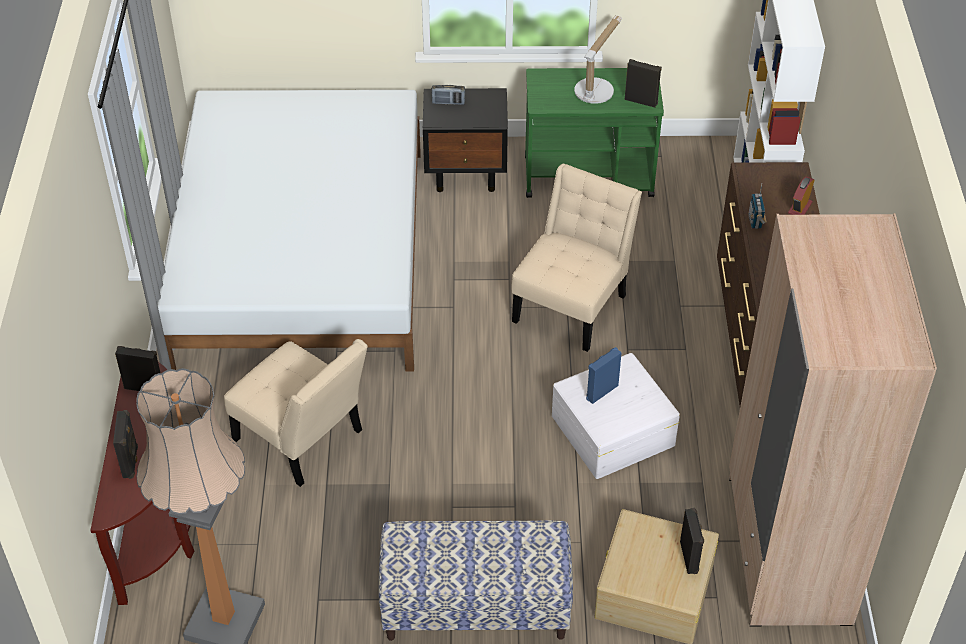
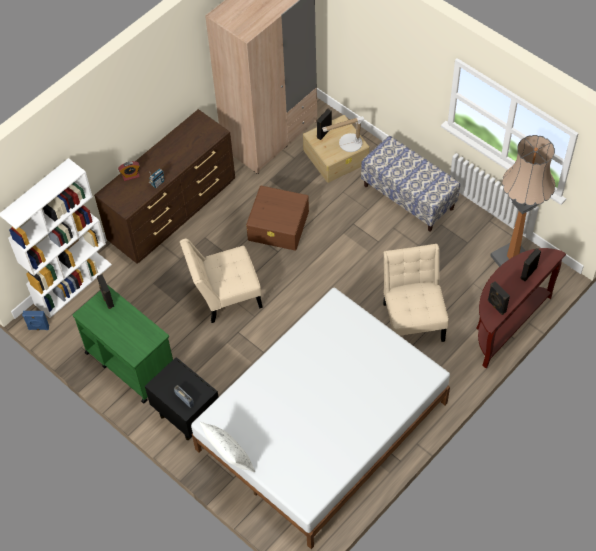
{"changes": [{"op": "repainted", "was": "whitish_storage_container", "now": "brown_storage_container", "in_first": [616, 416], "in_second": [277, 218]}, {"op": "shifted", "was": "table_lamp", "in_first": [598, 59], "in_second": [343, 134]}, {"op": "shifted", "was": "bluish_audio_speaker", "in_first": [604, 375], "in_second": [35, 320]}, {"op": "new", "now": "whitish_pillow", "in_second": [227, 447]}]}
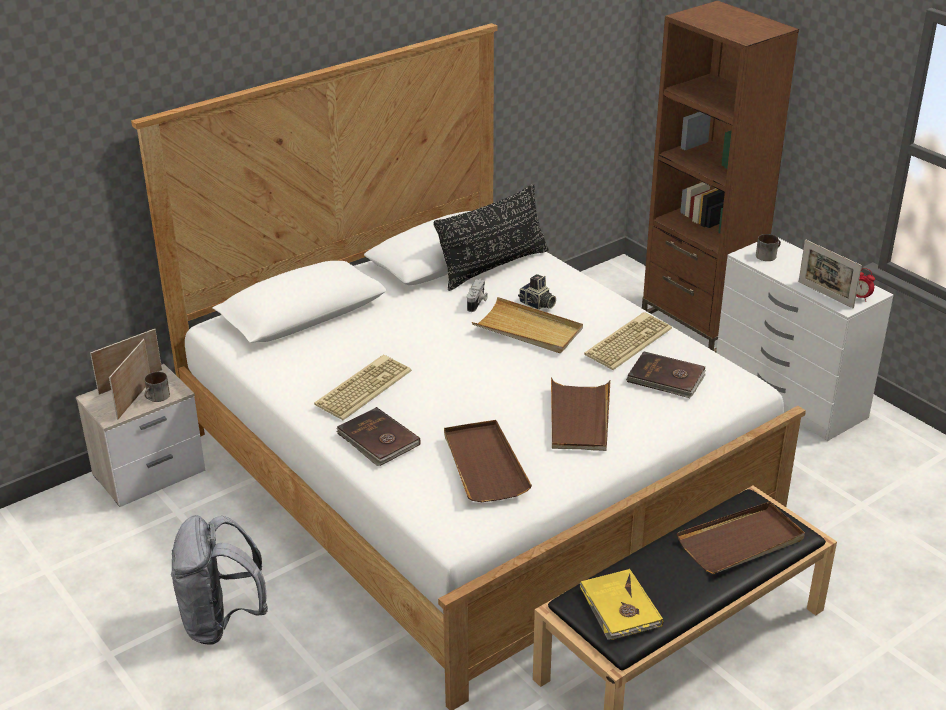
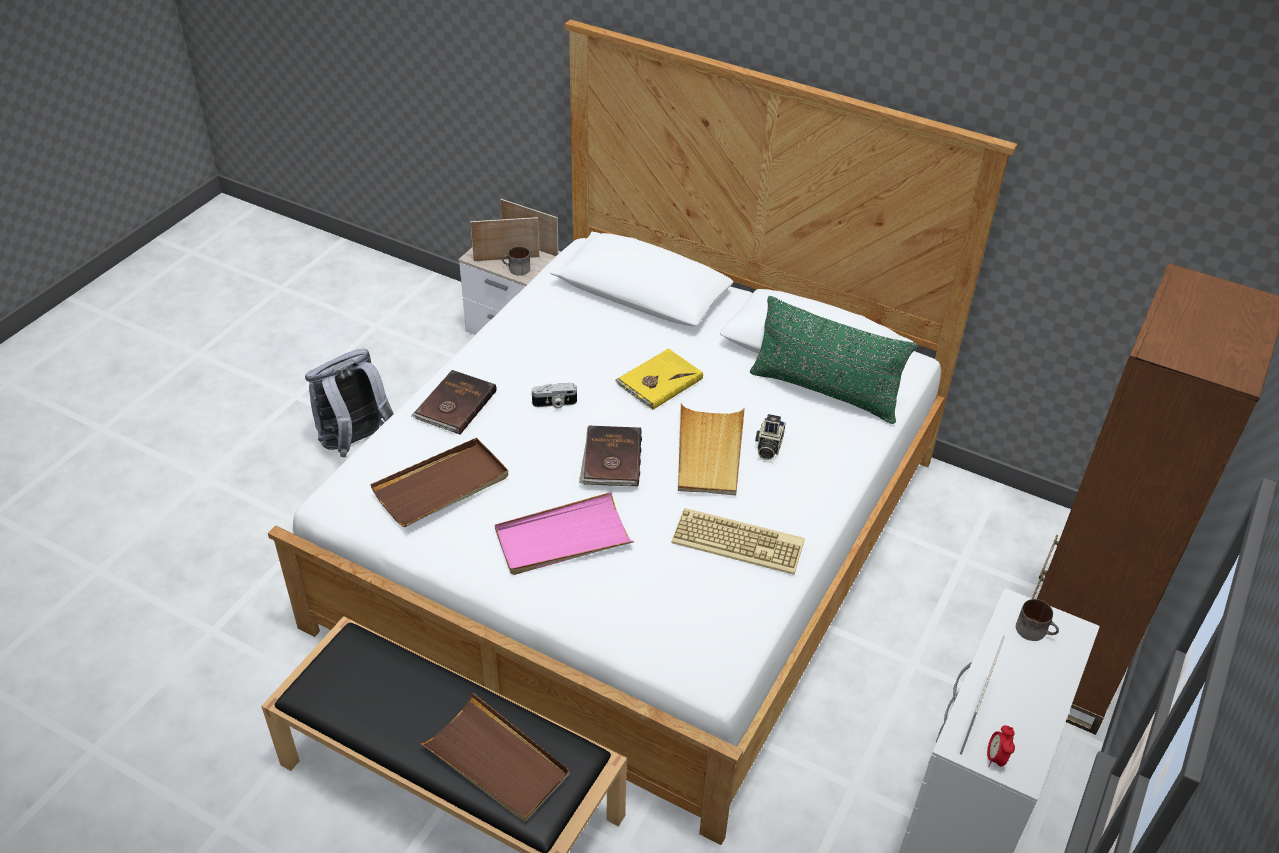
{"changes": [{"op": "gone", "was": "keyboard", "in_first": [363, 387]}, {"op": "repainted", "was": "black_pillow", "now": "greenish_pillow", "in_first": [491, 237], "in_second": [833, 360]}, {"op": "shifted", "was": "still_camera", "in_first": [477, 295], "in_second": [554, 396]}, {"op": "repainted", "was": "brown_carrying_tray", "now": "pinkish_carrying_tray", "in_first": [581, 414], "in_second": [564, 533]}, {"op": "shifted", "was": "yellowish_bound_book", "in_first": [621, 604], "in_second": [659, 379]}, {"op": "shifted", "was": "brown_bound_book", "in_first": [666, 374], "in_second": [610, 456]}]}
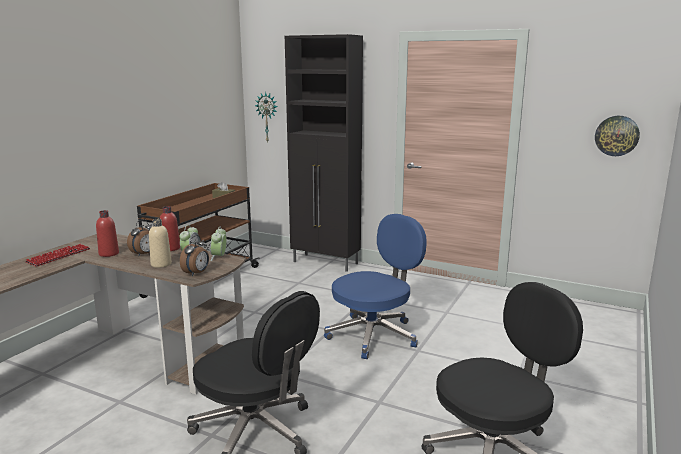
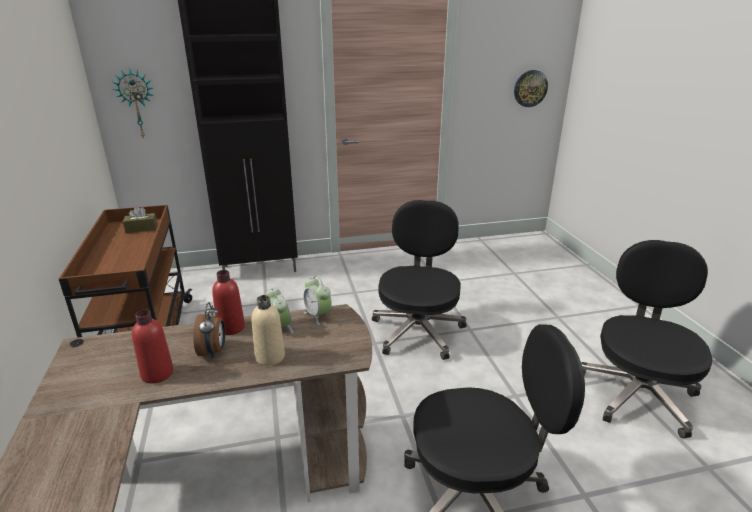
{"changes": [{"op": "gone", "was": "keyboard", "in_first": [57, 255]}, {"op": "gone", "was": "alarm_clock", "in_first": [194, 255]}, {"op": "repainted", "was": "bluish_computer_chair", "now": "black_computer_chair", "in_first": [375, 286], "in_second": [419, 280]}]}
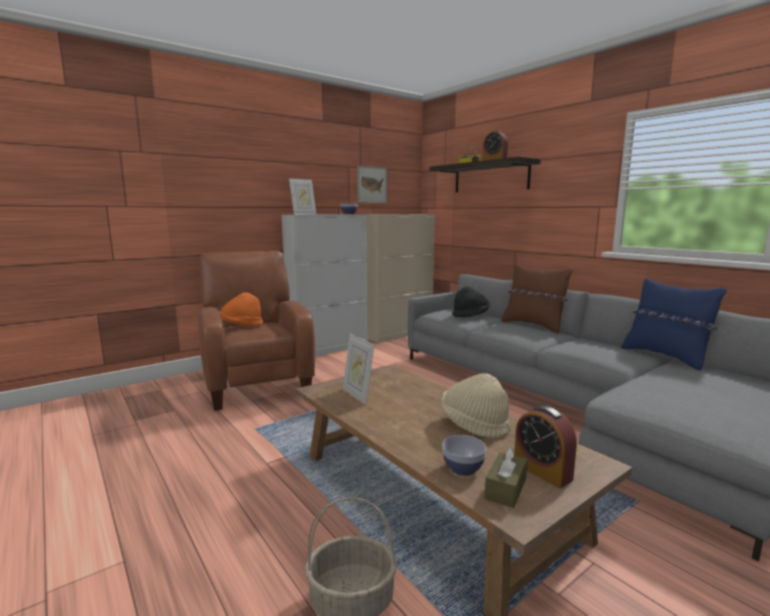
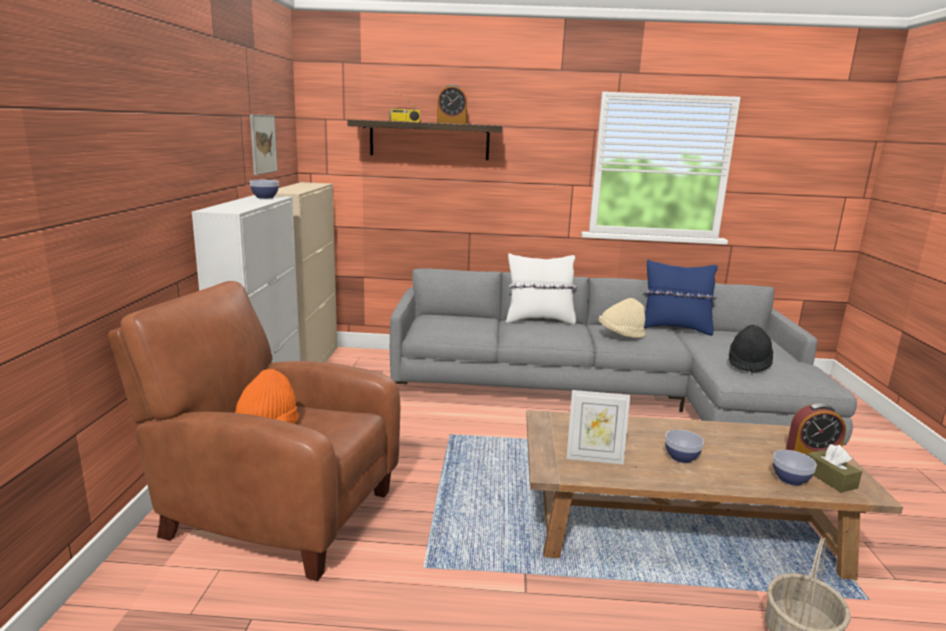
{"changes": [{"op": "gone", "was": "photo_frame", "in_first": [302, 196]}, {"op": "shifted", "was": "beige_hat", "in_first": [476, 406], "in_second": [622, 318]}, {"op": "shifted", "was": "black_hat", "in_first": [471, 301], "in_second": [751, 349]}, {"op": "repainted", "was": "brown_pillow", "now": "whitish_pillow", "in_first": [537, 298], "in_second": [541, 289]}, {"op": "new", "now": "serving_bowl", "in_second": [684, 446]}]}
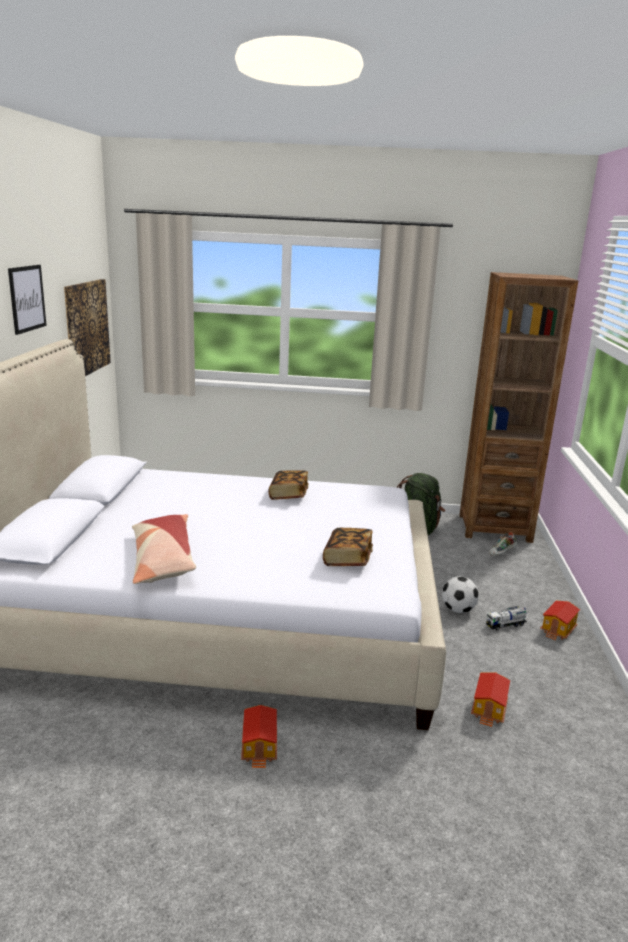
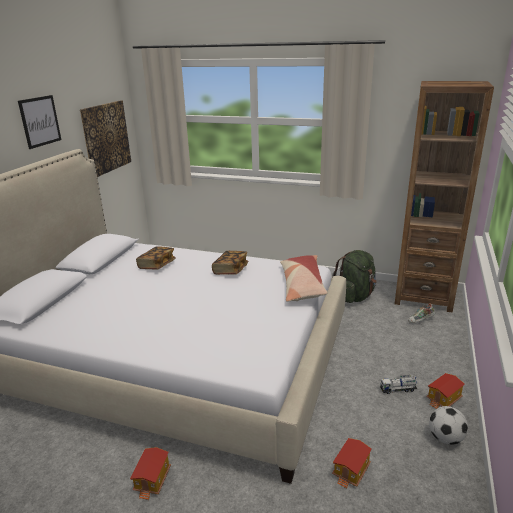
{"changes": [{"op": "shifted", "was": "pillow", "in_first": [164, 549], "in_second": [303, 278]}, {"op": "shifted", "was": "bound_book", "in_first": [348, 547], "in_second": [156, 258]}, {"op": "shifted", "was": "football_ball", "in_first": [460, 594], "in_second": [448, 425]}]}
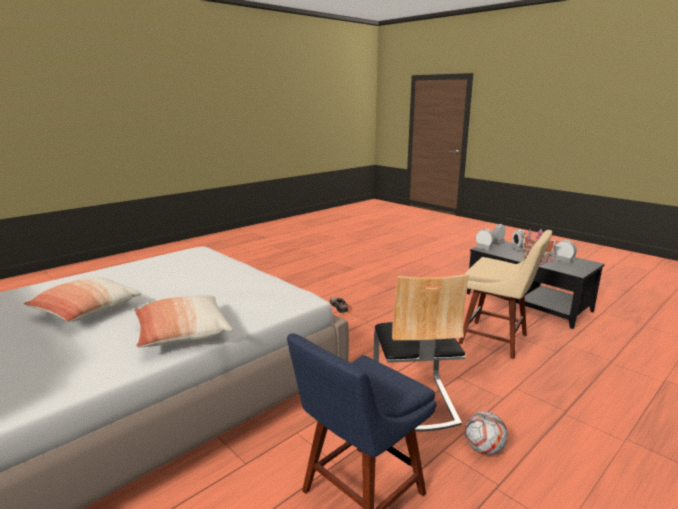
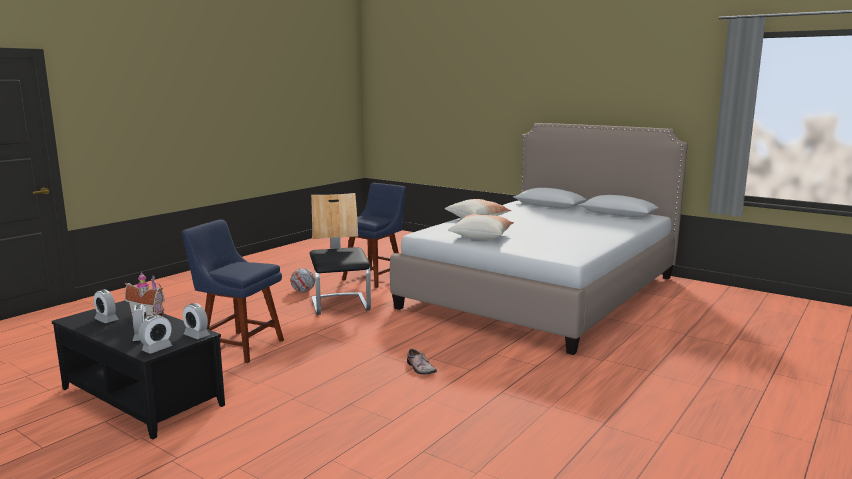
{"changes": [{"op": "shifted", "was": "pillow", "in_first": [82, 299], "in_second": [481, 226]}, {"op": "repainted", "was": "beige_upright_chair", "now": "bluish_upright_chair", "in_first": [505, 294], "in_second": [233, 291]}]}
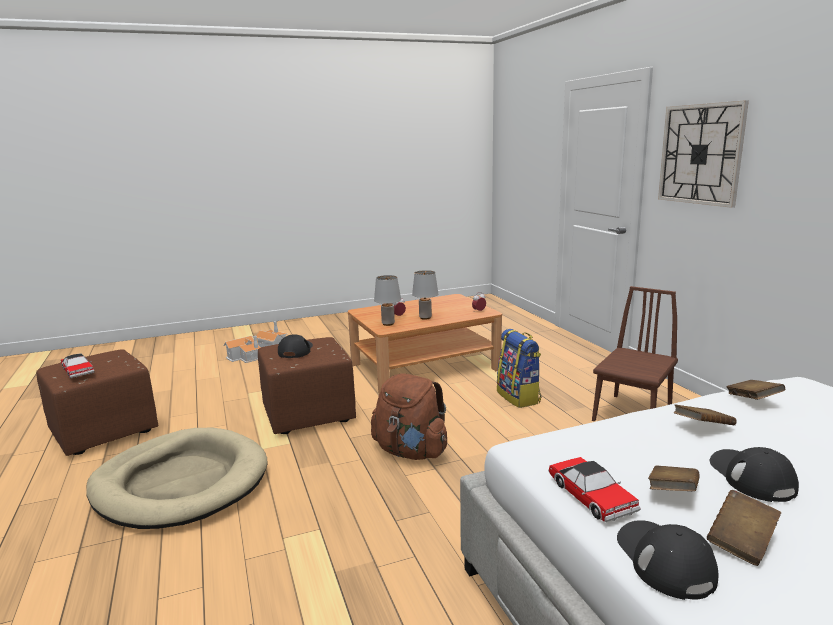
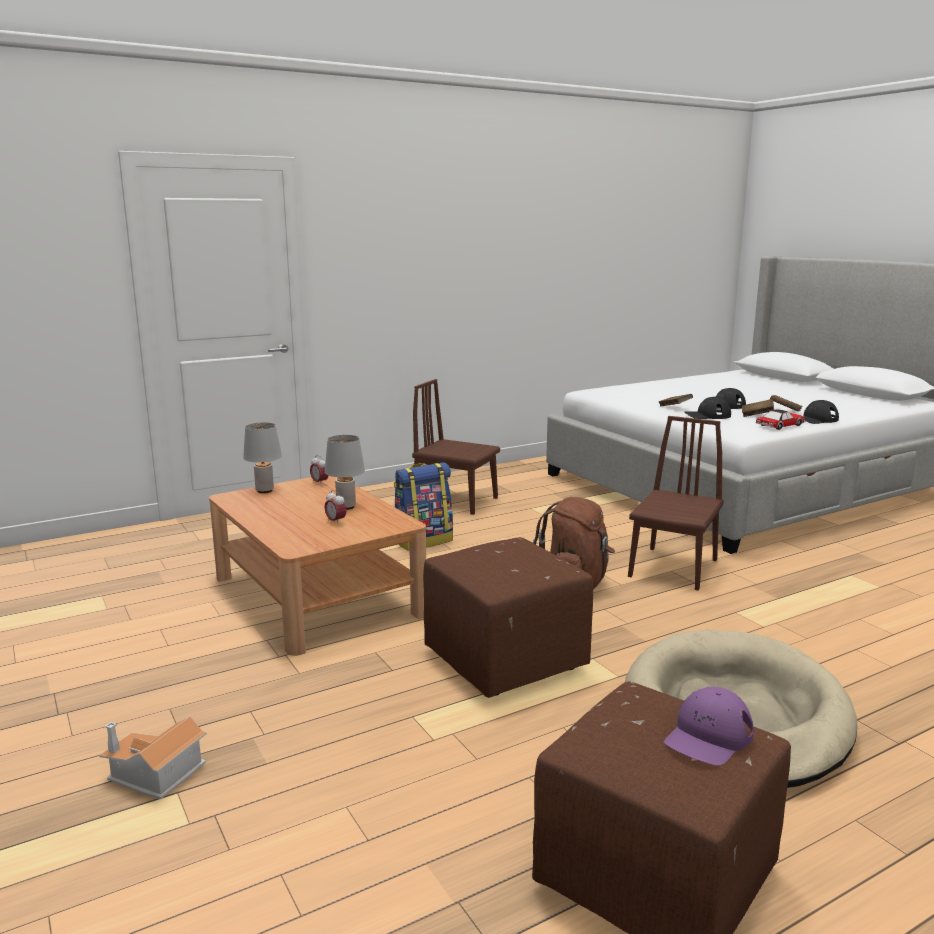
{"changes": [{"op": "swapped", "was": "miniature_car", "now": "purple-coloured_baseball_cap", "in_first": [78, 366], "in_second": [709, 726]}, {"op": "gone", "was": "model_house", "in_first": [242, 349]}, {"op": "shifted", "was": "black_baseball_cap", "in_first": [295, 346], "in_second": [707, 408]}, {"op": "shifted", "was": "grey_table_lamp", "in_first": [387, 300], "in_second": [262, 458]}, {"op": "gone", "was": "wall_clock", "in_first": [703, 154]}, {"op": "gone", "was": "brown_bound_book", "in_first": [755, 390]}, {"op": "new", "now": "brown_upright_chair", "in_second": [676, 503]}]}
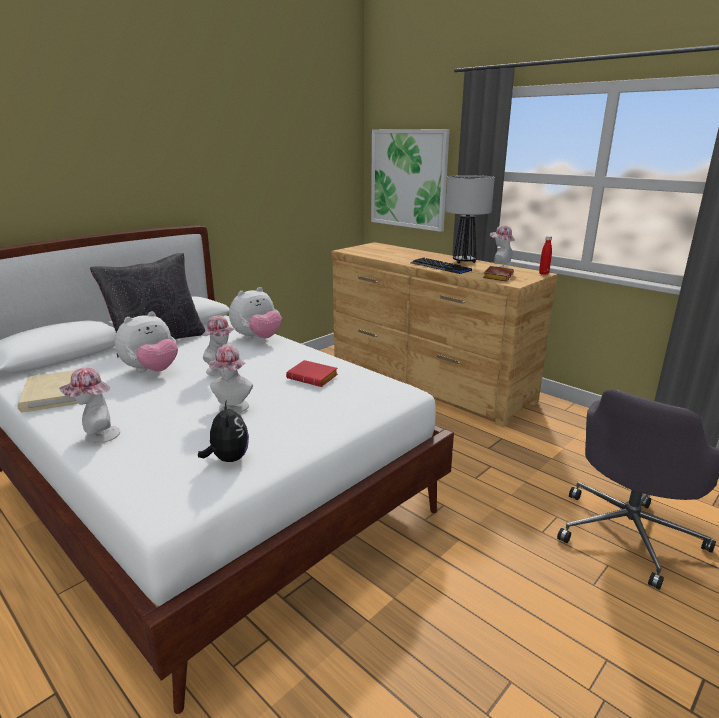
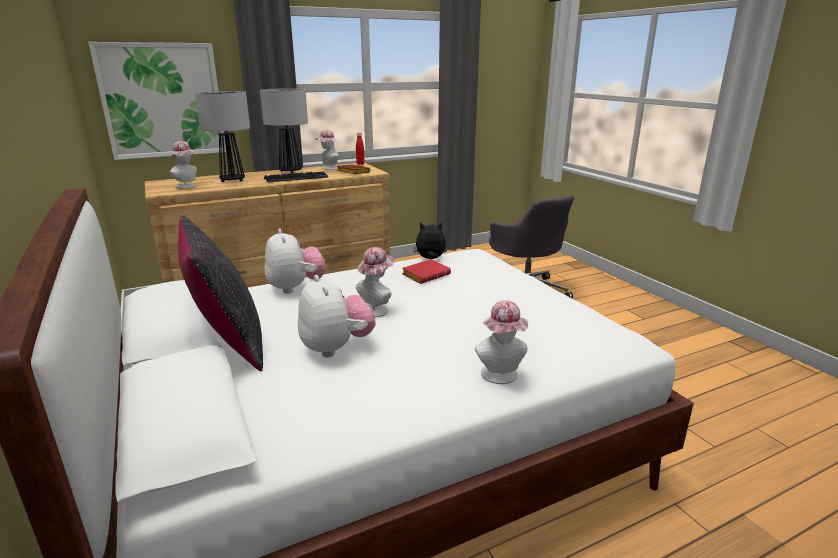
{"changes": [{"op": "gone", "was": "beige_bound_book", "in_first": [47, 391]}, {"op": "shifted", "was": "soft_toy", "in_first": [223, 431], "in_second": [429, 240]}, {"op": "shifted", "was": "hat", "in_first": [231, 379], "in_second": [183, 165]}, {"op": "new", "now": "table_lamp", "in_second": [222, 136]}]}
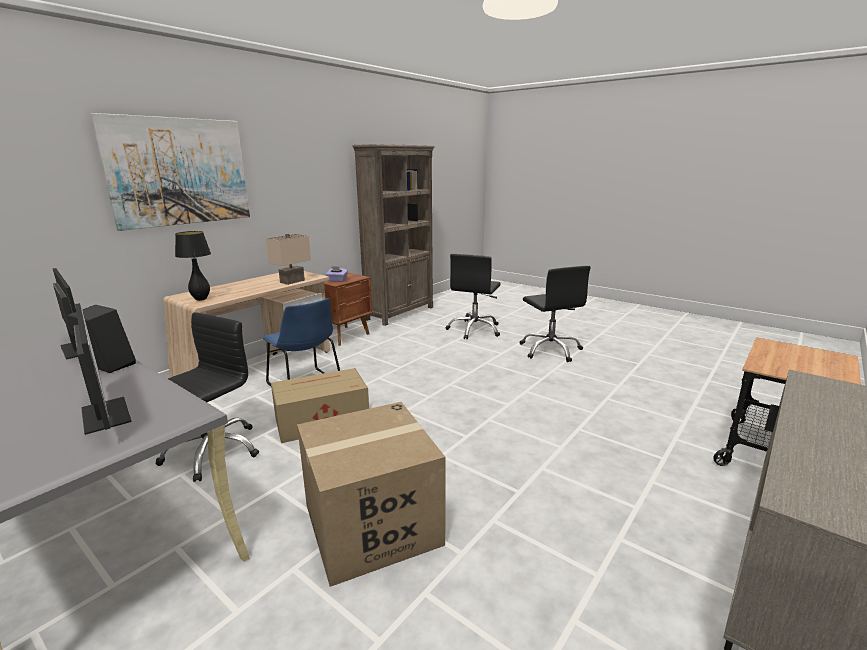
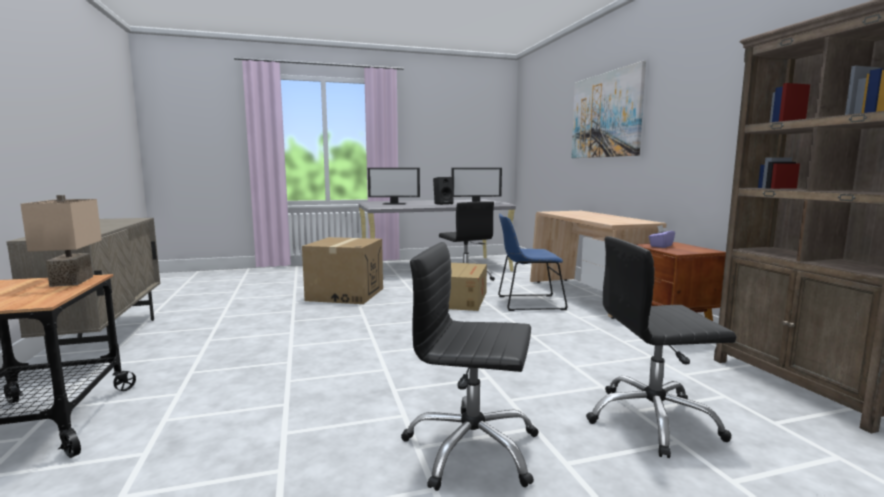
{"changes": [{"op": "gone", "was": "black_table_lamp", "in_first": [193, 266]}, {"op": "shifted", "was": "beige_table_lamp", "in_first": [288, 259], "in_second": [61, 241]}, {"op": "rotated", "was": "black_computer_chair", "in_first": [473, 297], "in_second": [661, 347], "clockwise": -60}]}
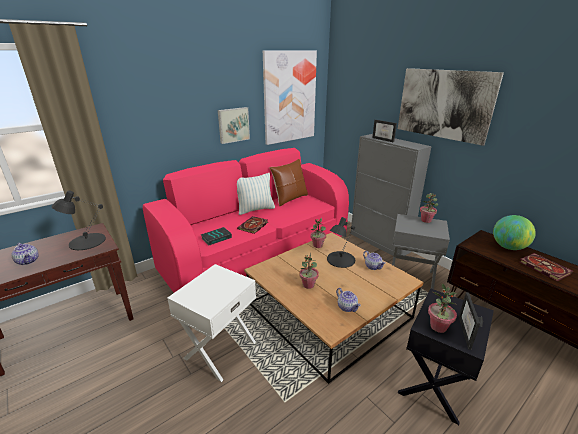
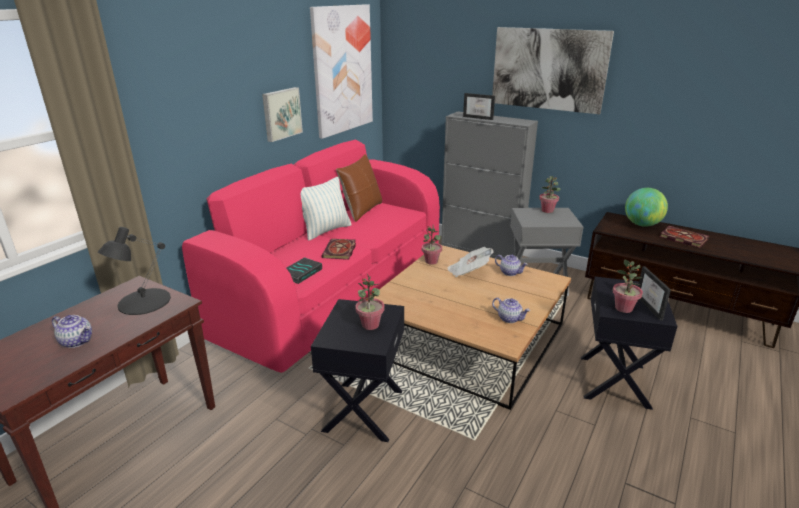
{"changes": [{"op": "repainted", "was": "whitish_side_table", "now": "black_side_table", "in_first": [211, 323], "in_second": [357, 370]}, {"op": "shifted", "was": "potted_plant", "in_first": [309, 271], "in_second": [370, 302]}, {"op": "swapped", "was": "black_table_lamp", "now": "daily_paper", "in_first": [341, 242], "in_second": [470, 262]}]}
